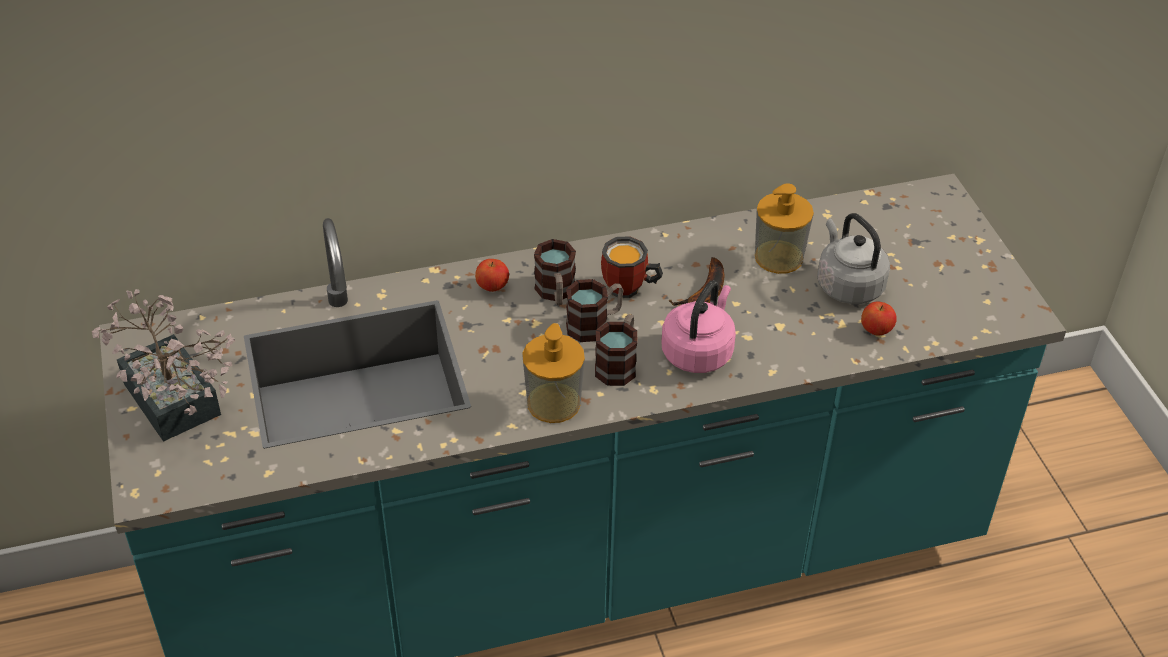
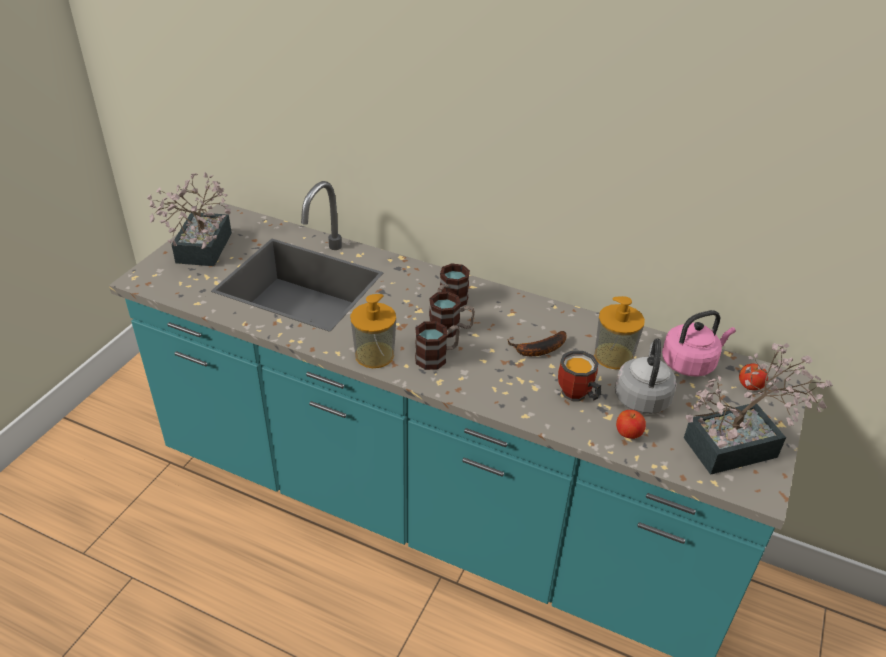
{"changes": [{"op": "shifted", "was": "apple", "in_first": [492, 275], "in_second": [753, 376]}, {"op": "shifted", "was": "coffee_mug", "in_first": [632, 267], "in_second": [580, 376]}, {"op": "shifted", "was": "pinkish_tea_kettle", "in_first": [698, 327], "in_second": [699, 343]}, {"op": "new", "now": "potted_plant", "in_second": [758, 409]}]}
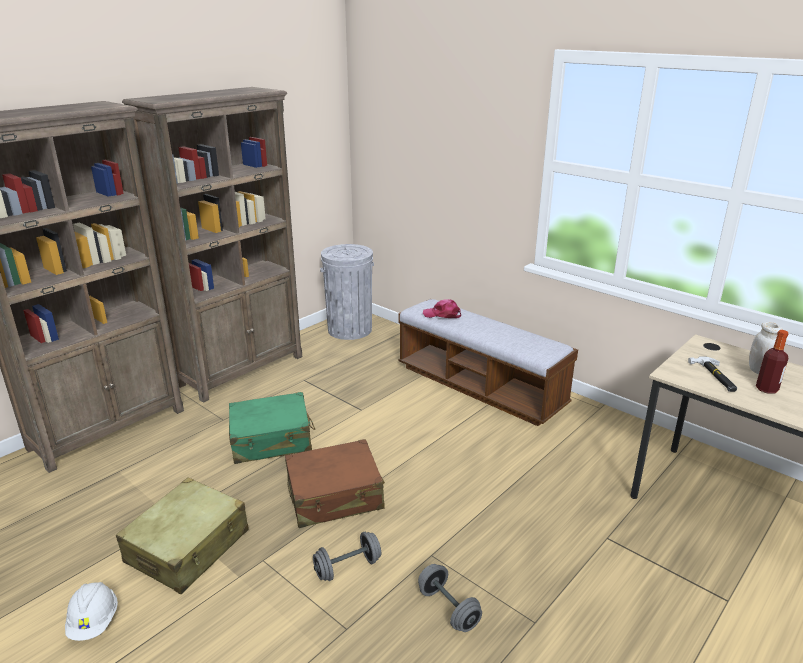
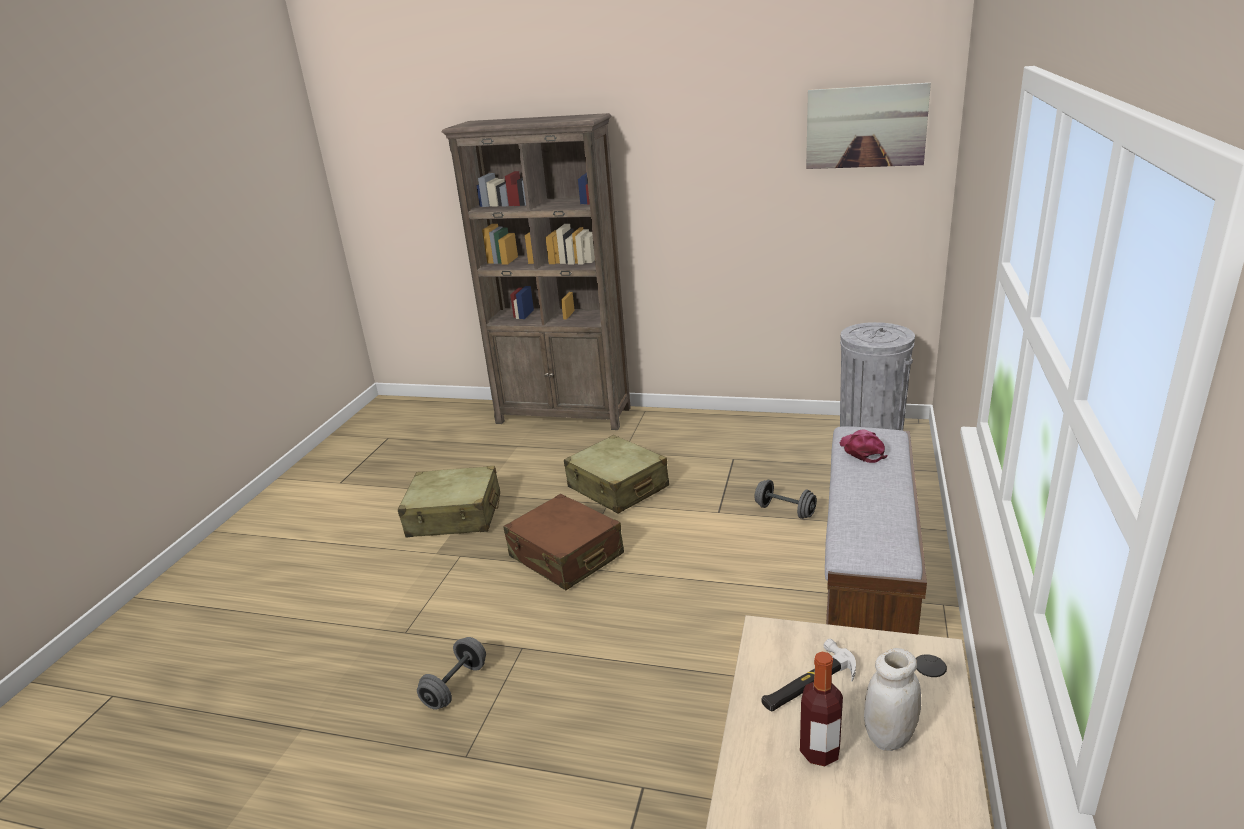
{"changes": [{"op": "gone", "was": "whitish_safety_helmet", "in_first": [91, 611]}, {"op": "gone", "was": "brown_bookshelf", "in_first": [212, 245]}, {"op": "repainted", "was": "greenish_travel_case", "now": "beige_travel_case", "in_first": [272, 428], "in_second": [616, 474]}, {"op": "shifted", "was": "grey_dumbbell", "in_first": [347, 556], "in_second": [786, 499]}, {"op": "new", "now": "wall_art", "in_second": [868, 126]}]}
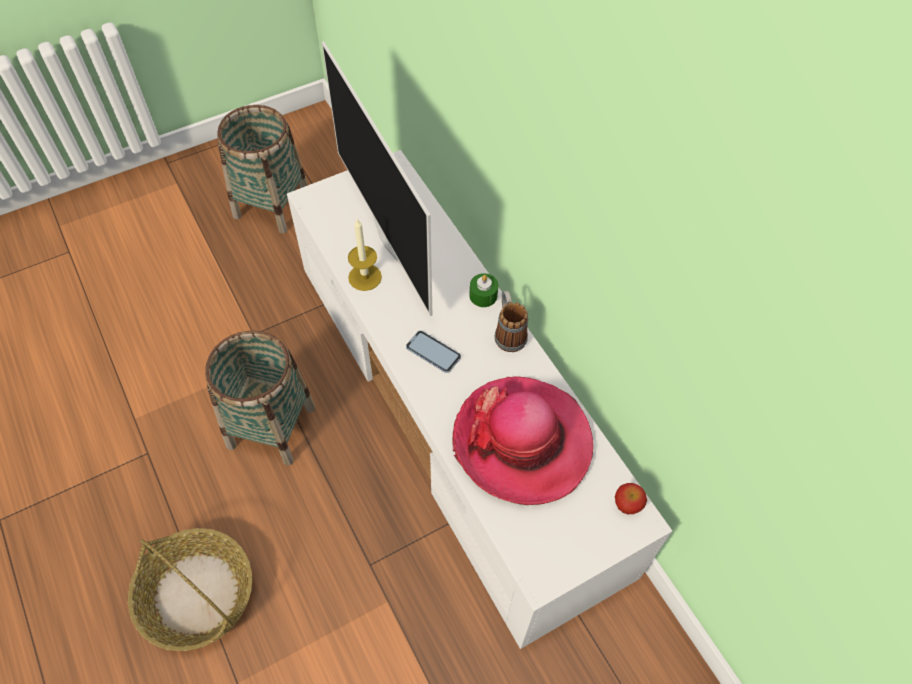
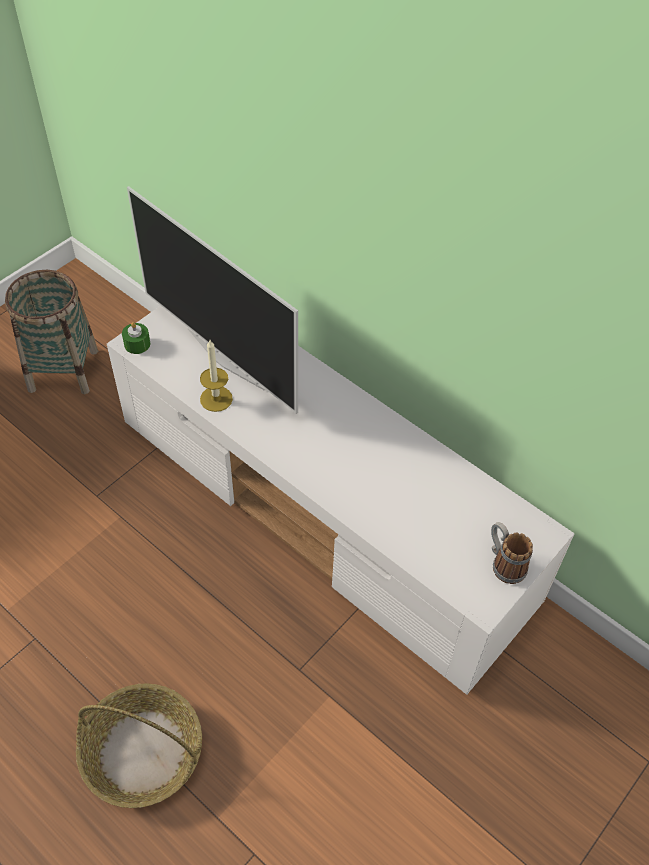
{"changes": [{"op": "gone", "was": "storage_basket", "in_first": [260, 398]}, {"op": "gone", "was": "telephone", "in_first": [433, 351]}, {"op": "gone", "was": "hat", "in_first": [523, 440]}, {"op": "shifted", "was": "greenish_candle", "in_first": [483, 290], "in_second": [136, 338]}, {"op": "shifted", "was": "coffee_mug", "in_first": [511, 321], "in_second": [512, 553]}, {"op": "gone", "was": "apple", "in_first": [631, 498]}]}
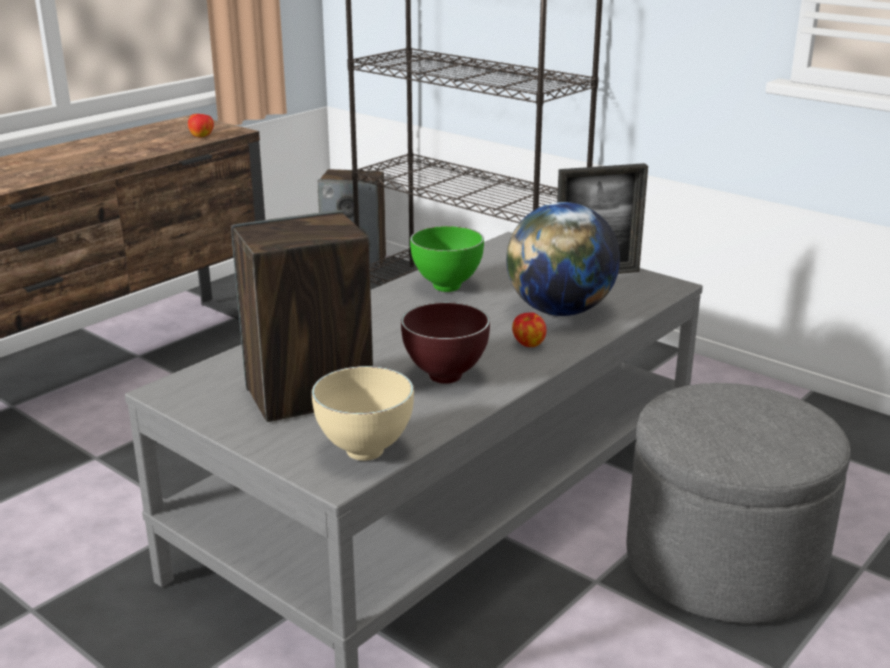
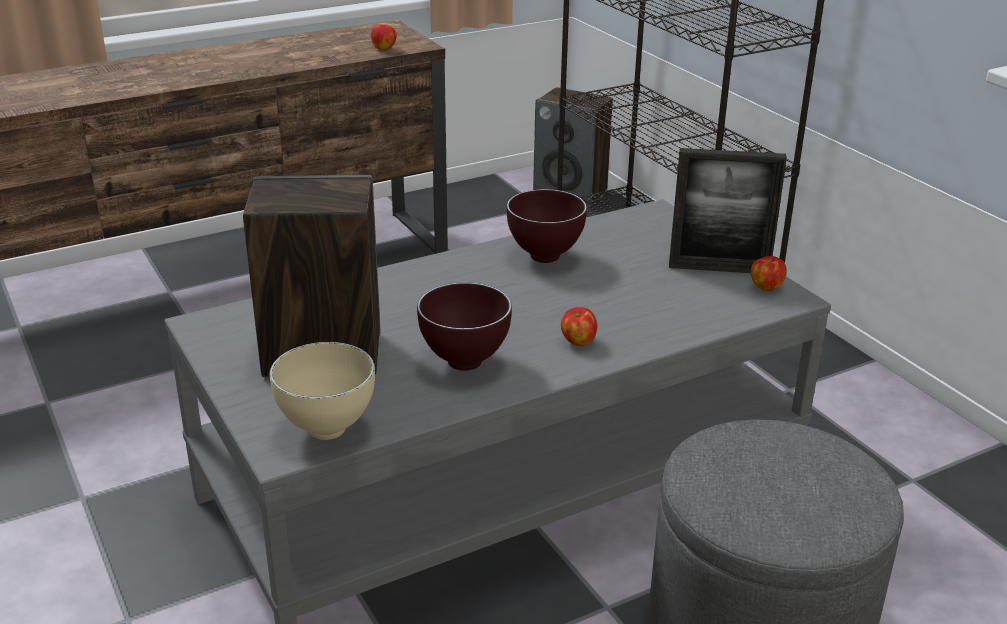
{"changes": [{"op": "repainted", "was": "greenish_serving_bowl", "now": "brown_serving_bowl", "in_first": [447, 259], "in_second": [547, 226]}, {"op": "gone", "was": "world_globe", "in_first": [563, 259]}, {"op": "new", "now": "apple", "in_second": [769, 273]}]}
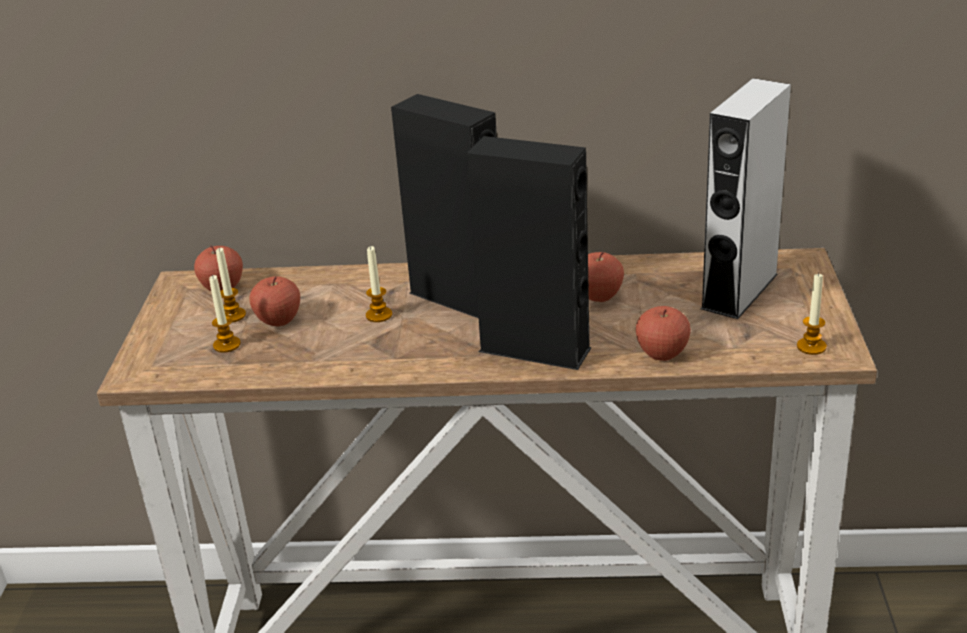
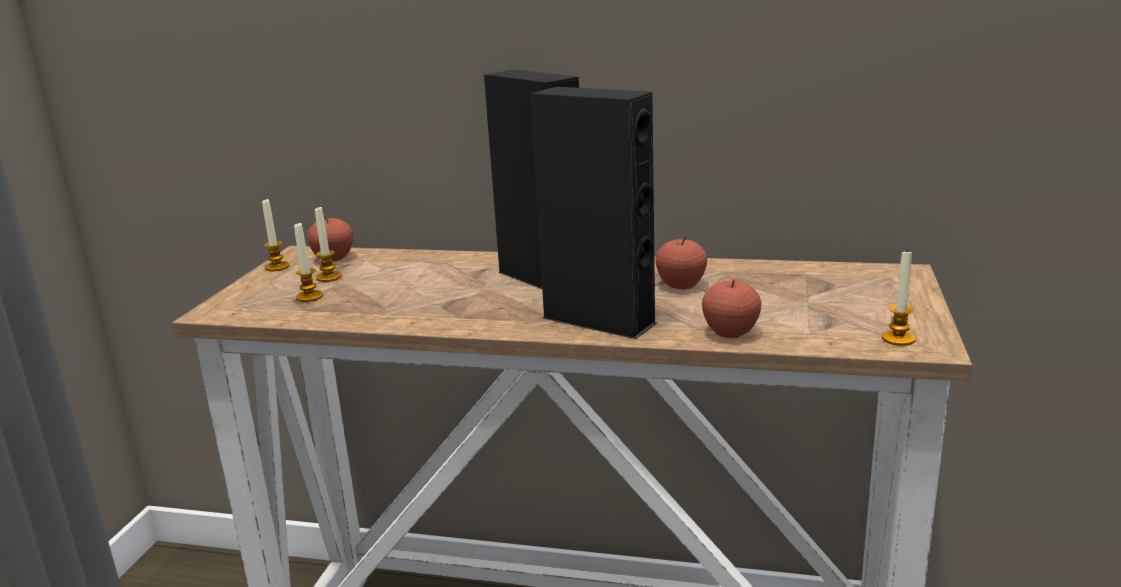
{"changes": [{"op": "gone", "was": "apple", "in_first": [274, 302]}, {"op": "shifted", "was": "candle", "in_first": [379, 284], "in_second": [276, 235]}, {"op": "gone", "was": "grey_audio_speaker", "in_first": [746, 198]}]}
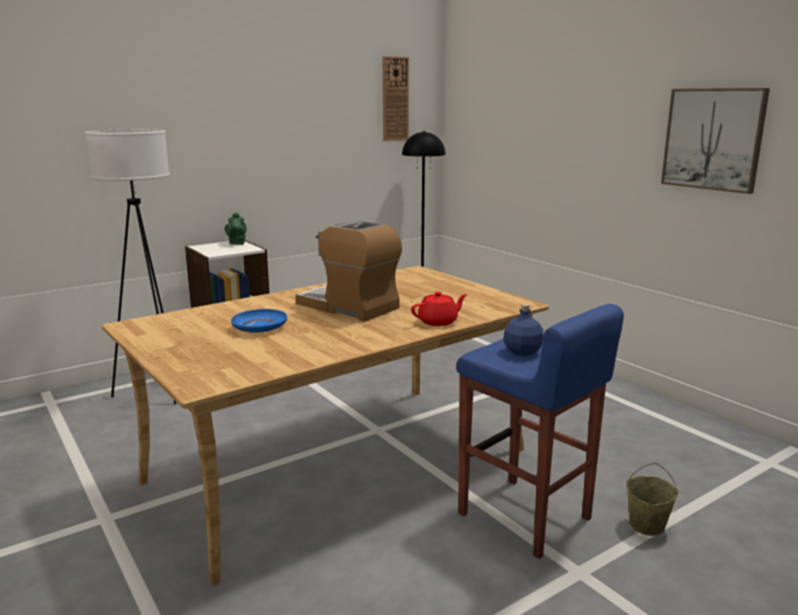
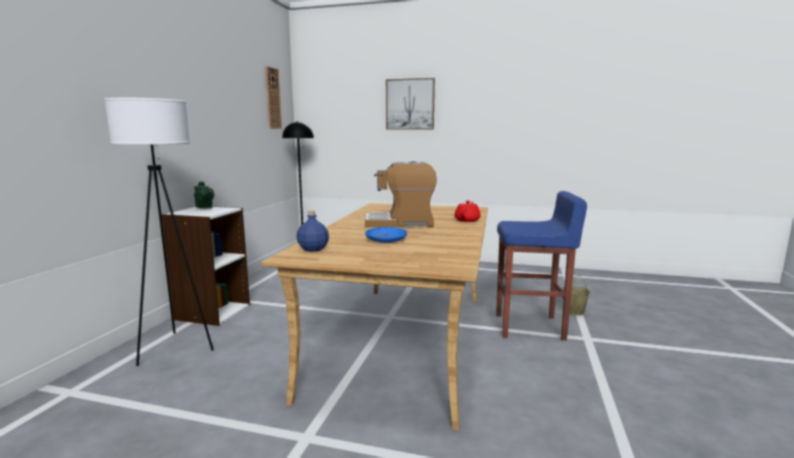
{"changes": [{"op": "shifted", "was": "bluish_beverage_bottle", "in_first": [523, 330], "in_second": [313, 231]}, {"op": "shifted", "was": "wall_art", "in_first": [715, 141], "in_second": [410, 103]}]}
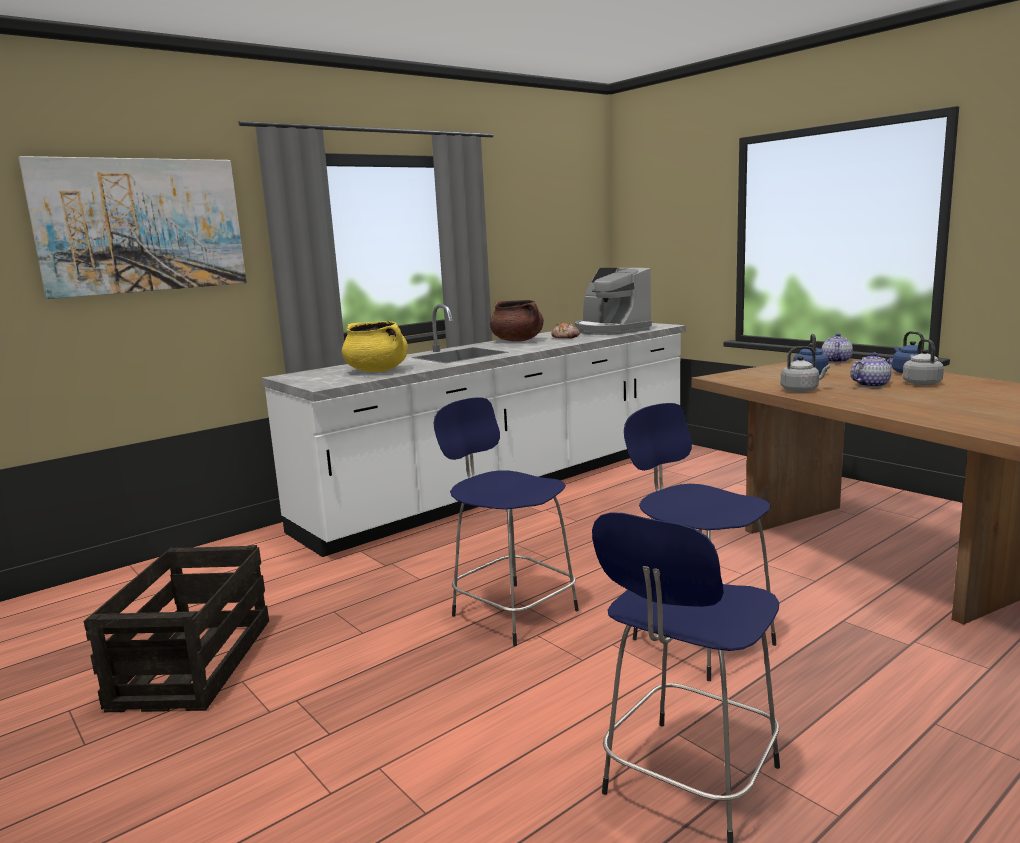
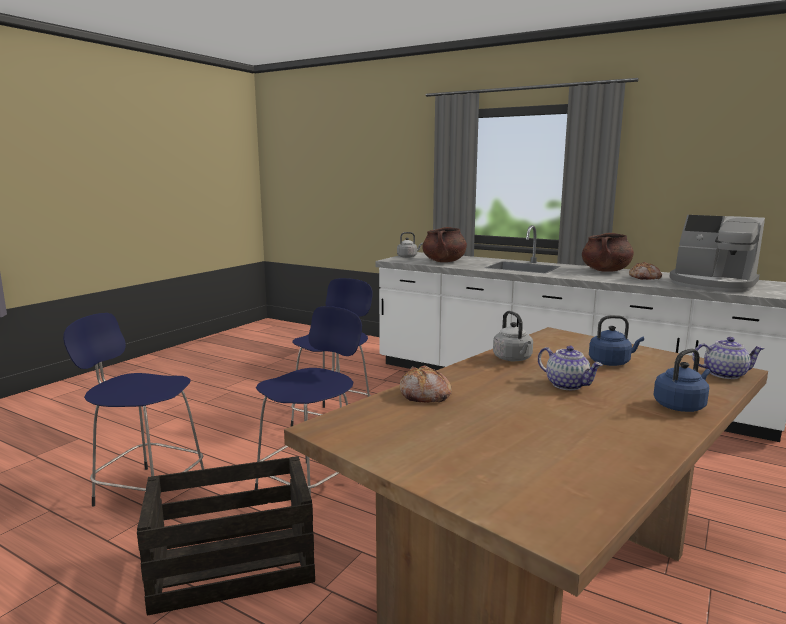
{"changes": [{"op": "gone", "was": "wall_art", "in_first": [133, 227]}, {"op": "shifted", "was": "packing_crate", "in_first": [176, 628], "in_second": [226, 536]}, {"op": "repainted", "was": "yellowish_saucepot", "now": "brown_saucepot", "in_first": [375, 346], "in_second": [444, 244]}, {"op": "rotated", "was": "coffee_brewer", "in_first": [613, 301], "in_second": [717, 253], "clockwise": -90}, {"op": "shifted", "was": "grey_tea_kettle", "in_first": [923, 362], "in_second": [410, 245]}, {"op": "new", "now": "baked_bread", "in_second": [426, 384]}]}
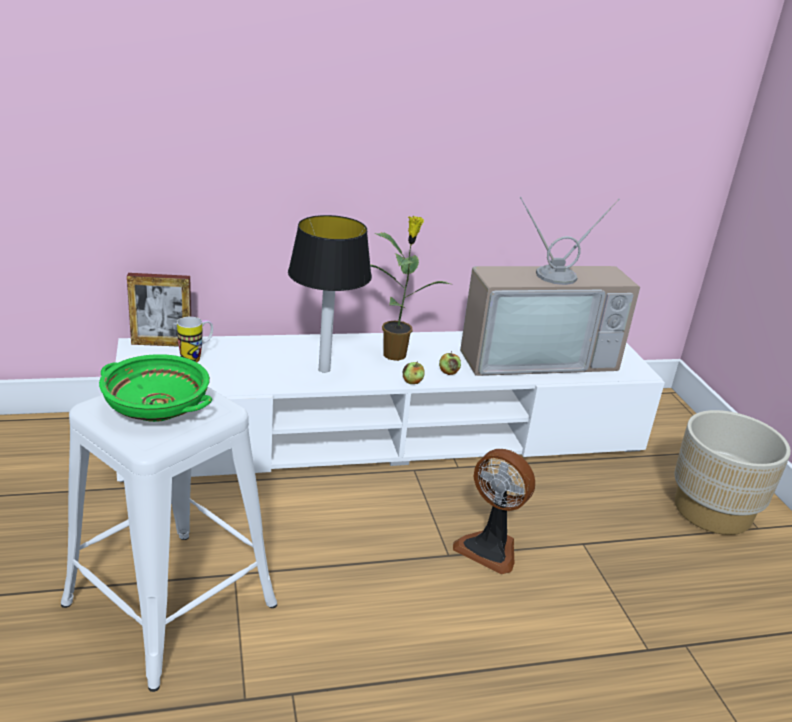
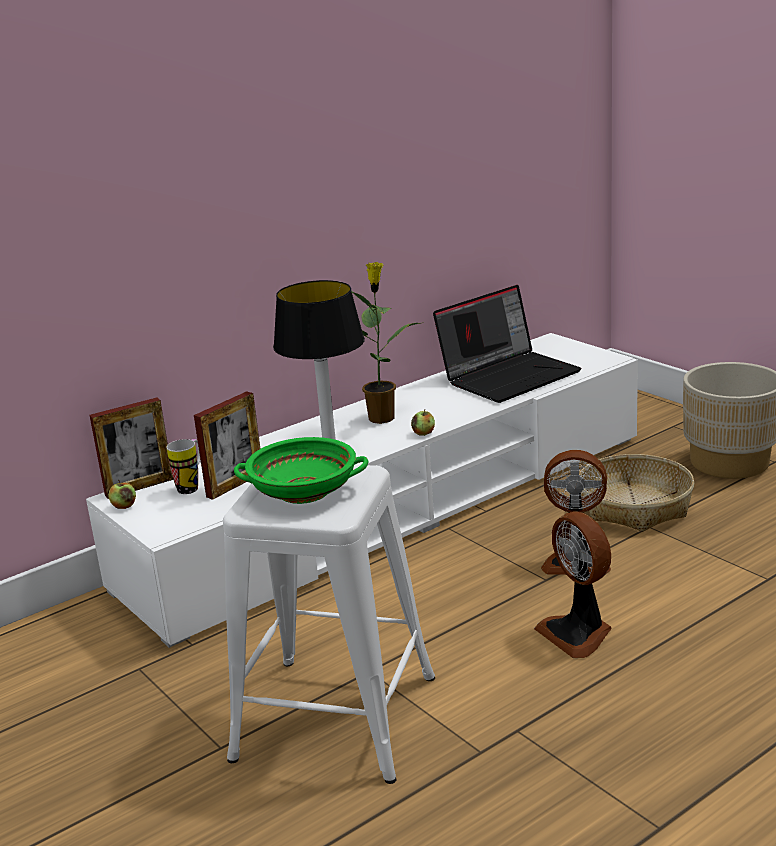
{"changes": [{"op": "shifted", "was": "apple", "in_first": [450, 363], "in_second": [122, 494]}, {"op": "swapped", "was": "TV_set", "now": "portable_computer", "in_first": [550, 286], "in_second": [507, 344]}, {"op": "new", "now": "photo_frame", "in_second": [227, 445]}, {"op": "new", "now": "fan", "in_second": [573, 585]}, {"op": "new", "now": "storage_basket", "in_second": [636, 493]}]}
